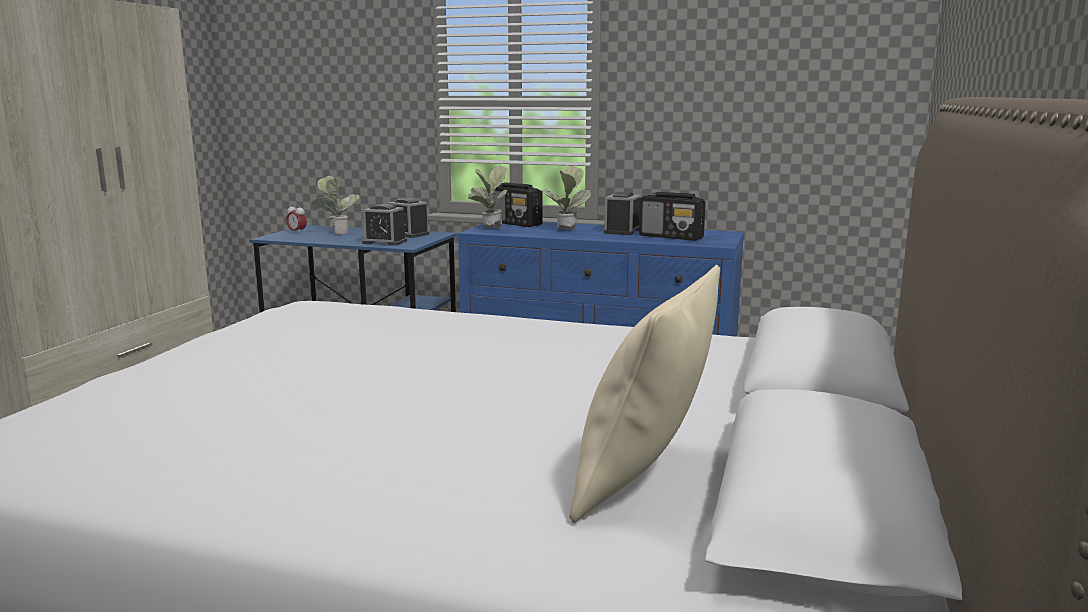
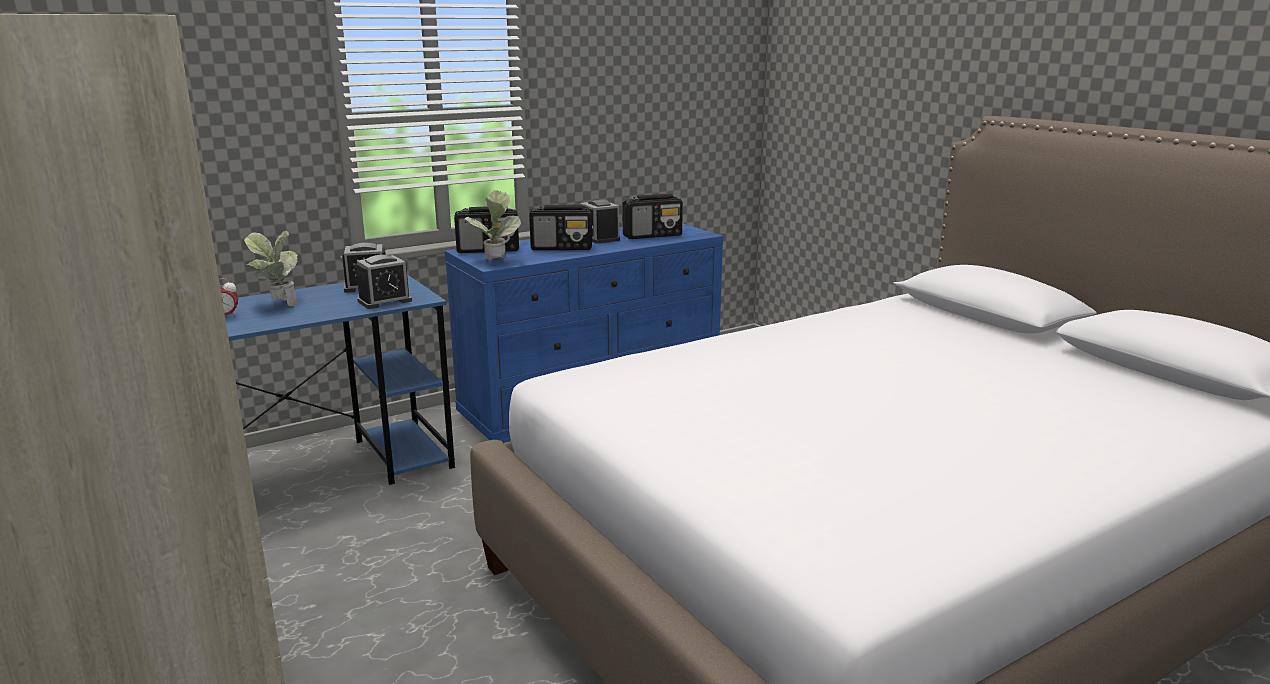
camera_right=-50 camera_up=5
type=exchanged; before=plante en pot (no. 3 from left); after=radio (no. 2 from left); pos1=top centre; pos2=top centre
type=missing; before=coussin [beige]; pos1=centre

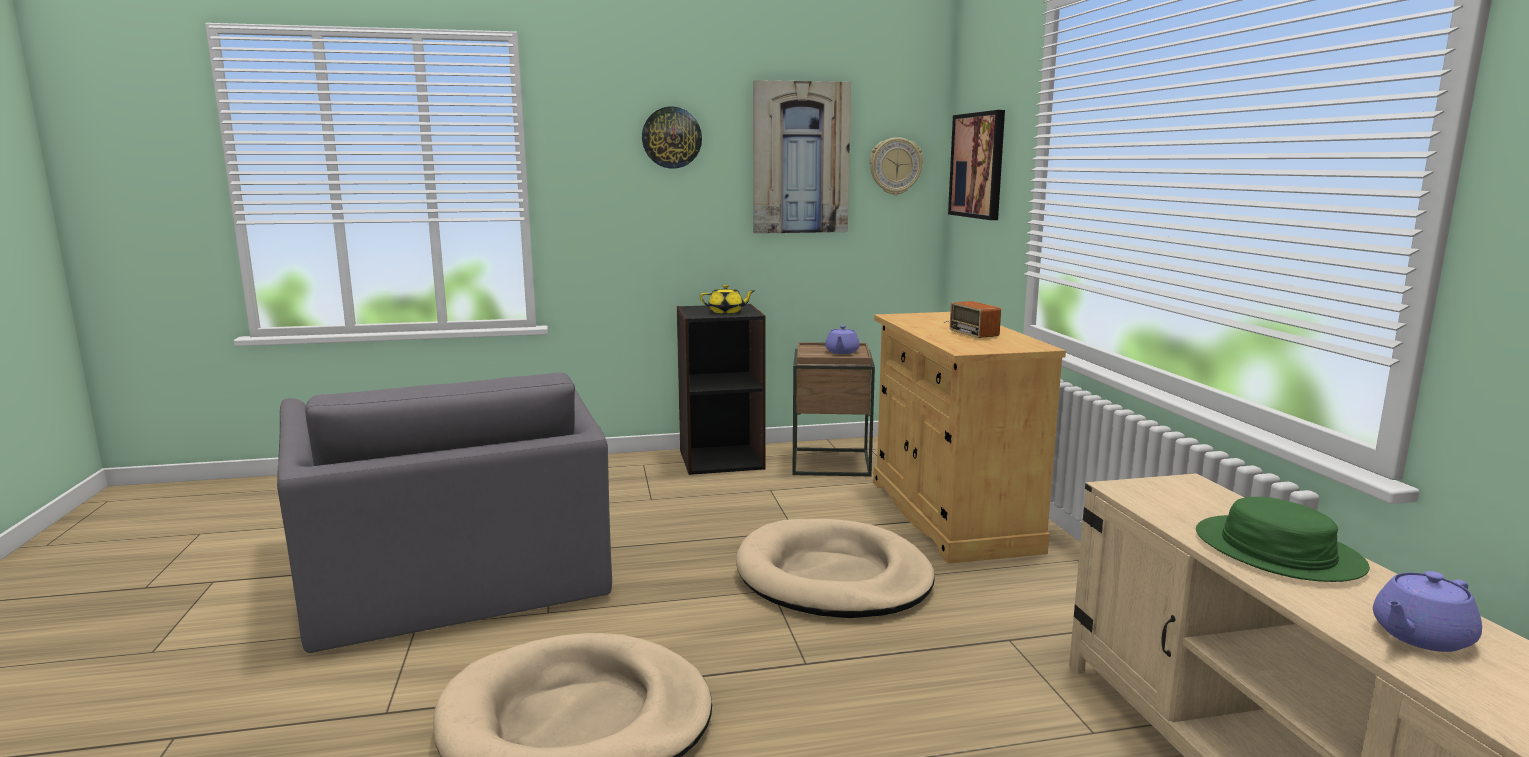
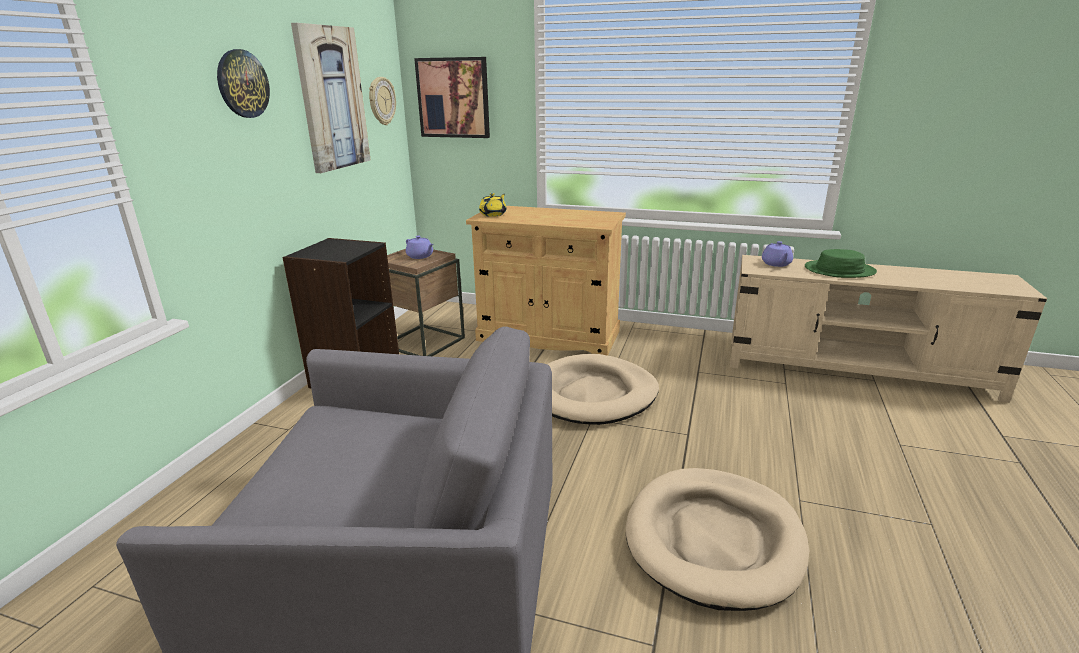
camera_right=-60 camera_up=10
type=relocated; before=théière [jaune]; pos1=centre; pos2=top centre
type=missing; before=radio; pos1=centre
type=relocated; before=théière [violet] (no. 2 from left); pos1=bottom right; pos2=middle right

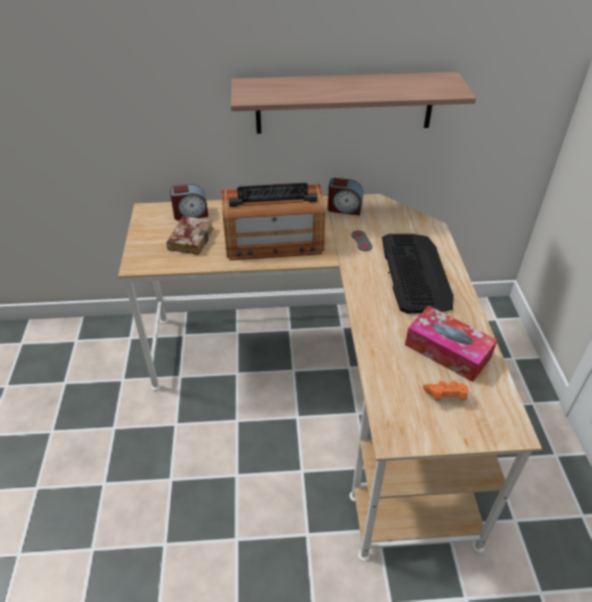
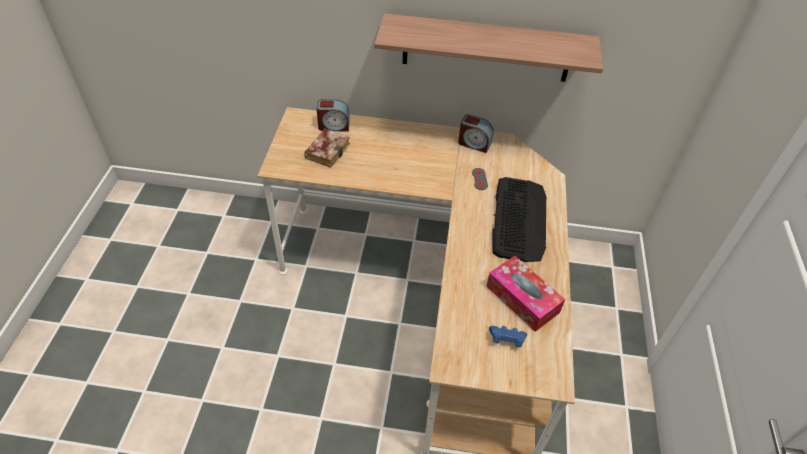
camera_right=10 camera_up=5
type=missing; before=radio; pos1=centre
type=colour; before=manette [orange]; after=manette [bleu]; pos1=middle right; pos2=bottom centre

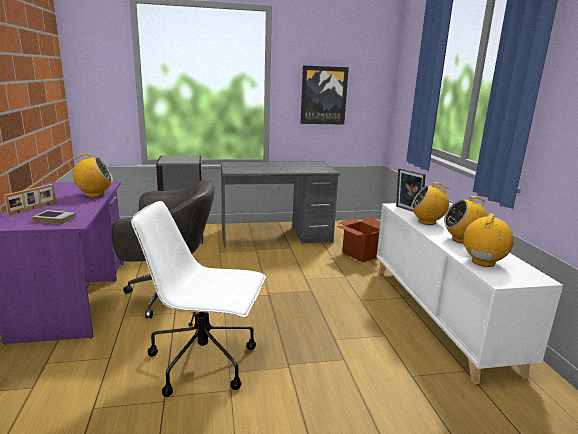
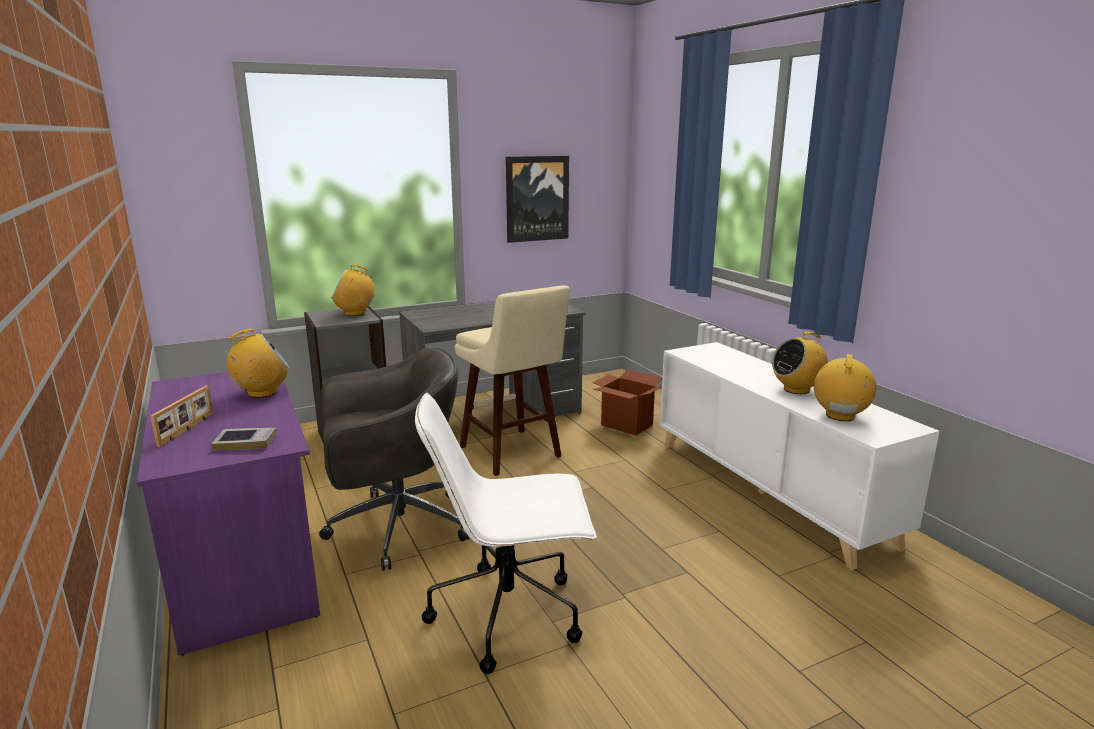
camera_right=-15 camera_up=0
type=missing; before=cadre photo (no. 2 from left); pos1=middle right
type=relocated; before=radio (no. 2 from left); pos1=middle right; pos2=middle left
type=appeared; after=tabouret [beige]; pos2=centre

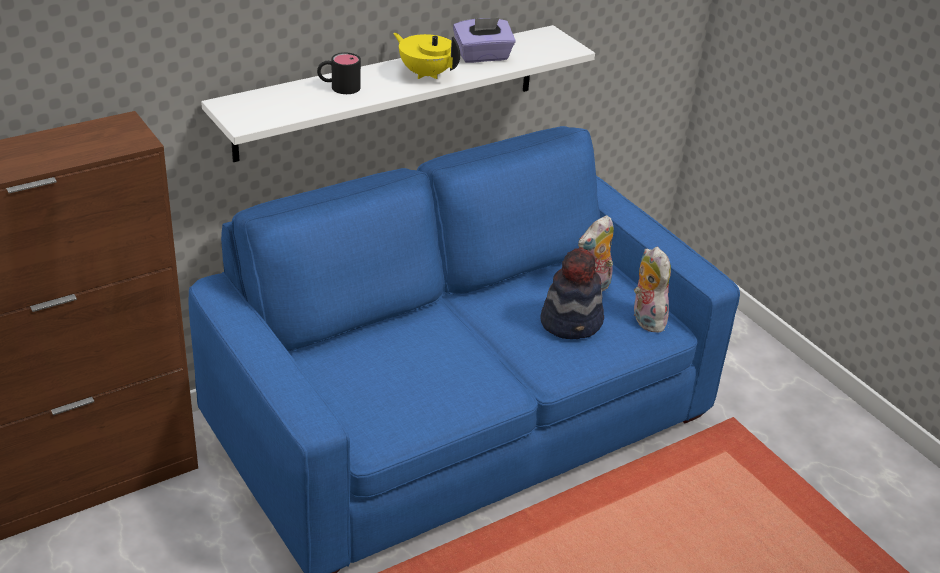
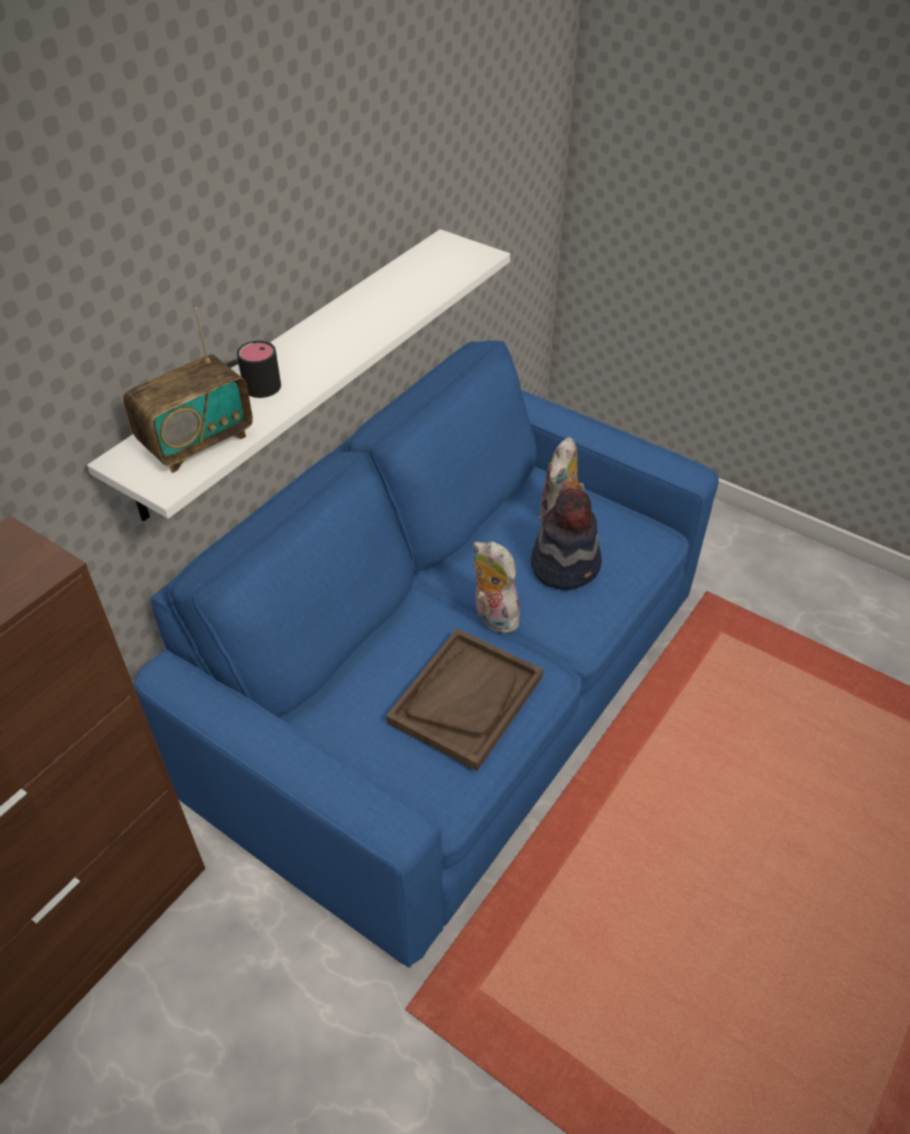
camera_right=-20 camera_up=10
type=missing; before=théière [jaune]; pos1=top centre
type=missing; before=boîte à mouchoirs [violet]; pos1=top centre
type=relocated; before=peluche (no. 2 from left in the first image); after=peluche (no. 1 from left); pos1=middle right; pos2=centre
type=appeared; after=radio; pos2=middle left
type=appeared; after=plateau [marron]; pos2=centre

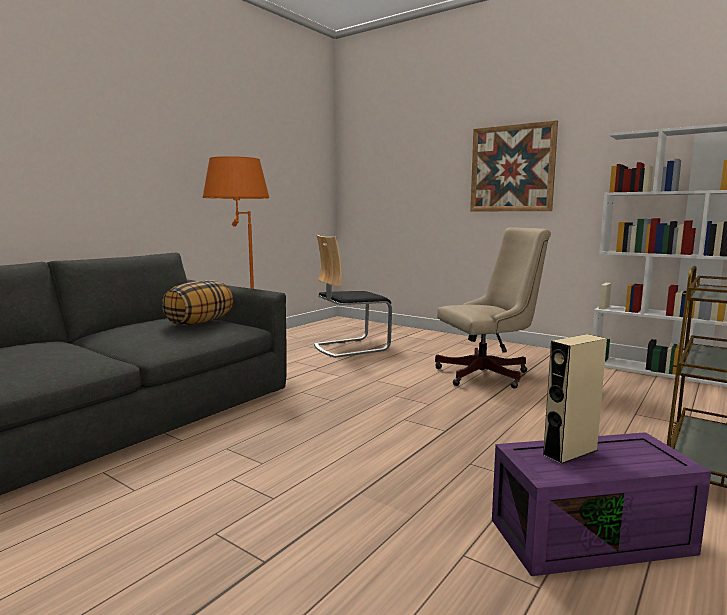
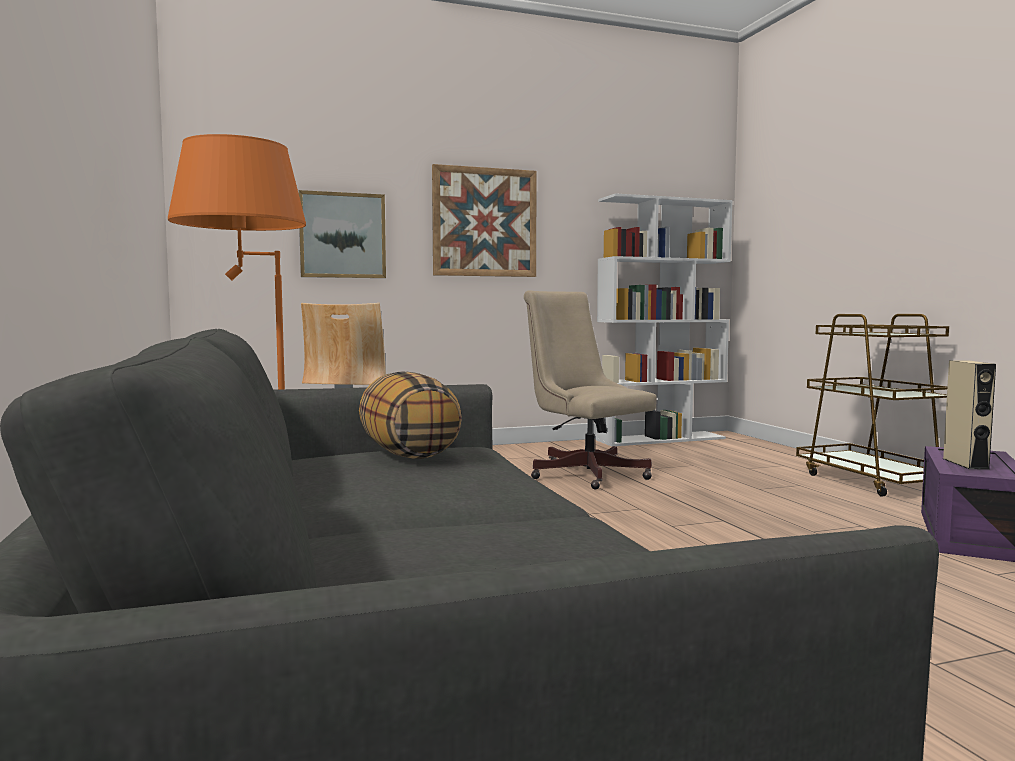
camera_right=-55 camera_up=-5
type=spun; before=chaise de bureau [beige]; pos1=middle right; pos2=centre; turn=-60
type=appeared; after=tableau (no. 1 from left); pos2=top centre

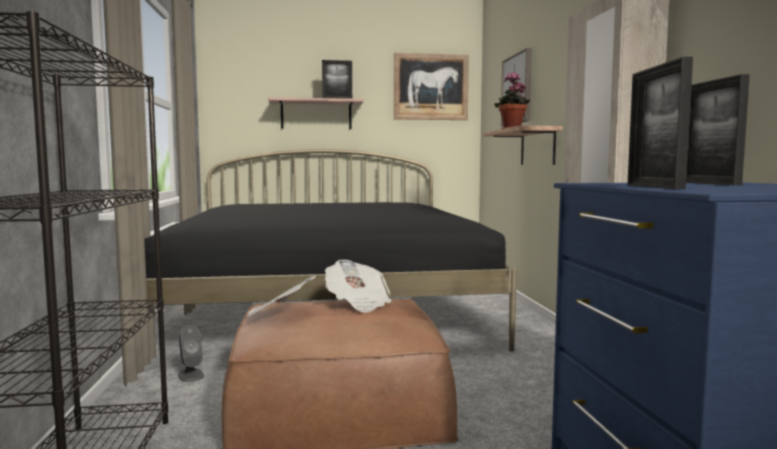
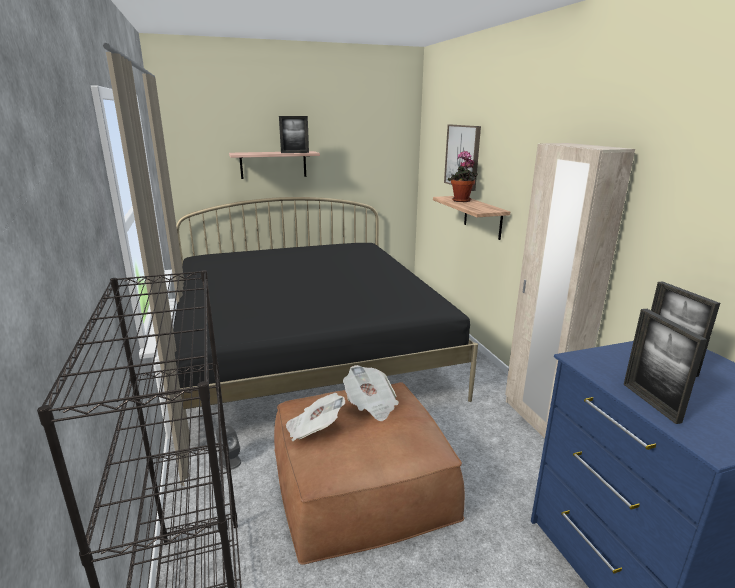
camera_right=-10 camera_up=15
type=missing; before=tableau (no. 1 from left); pos1=top centre

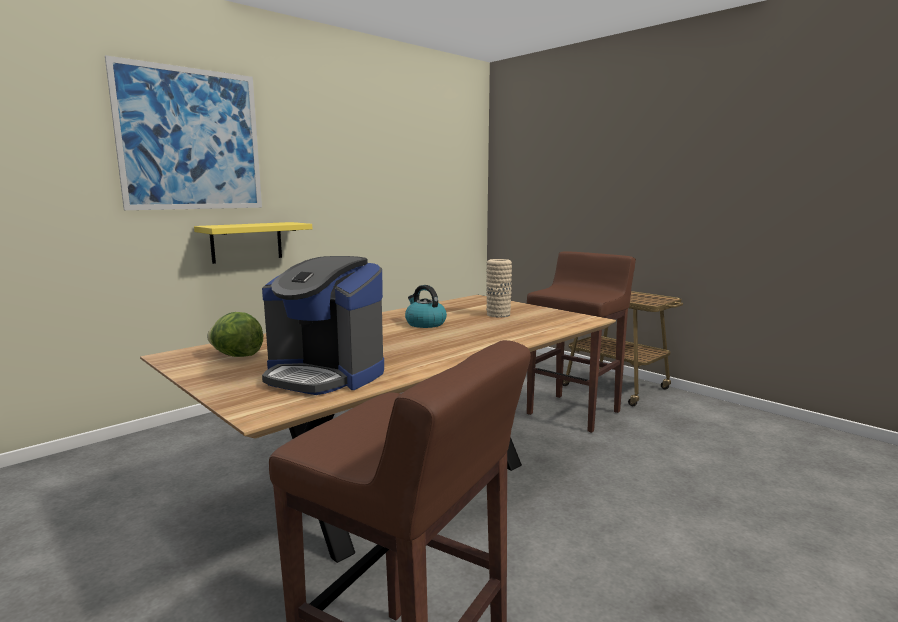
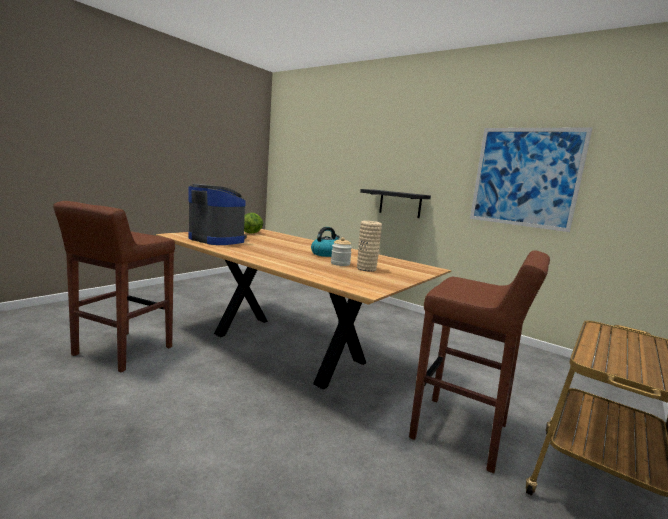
camera_right=80 camera_up=0
type=relocated; before=tableau; pos1=top left; pos2=middle right
type=colour; before=étagère [jaune]; after=étagère [noir]; pos1=middle left; pos2=centre
type=spun; before=machine à café; pos1=centre; pos2=middle left; turn=105
type=appeared; after=bocal; pos2=centre

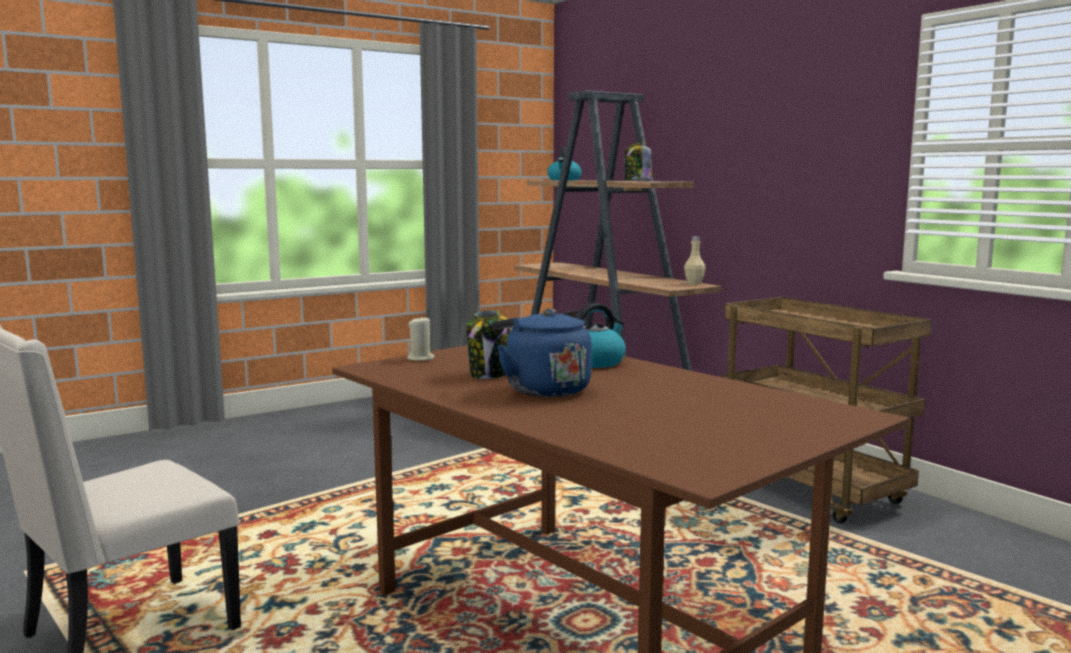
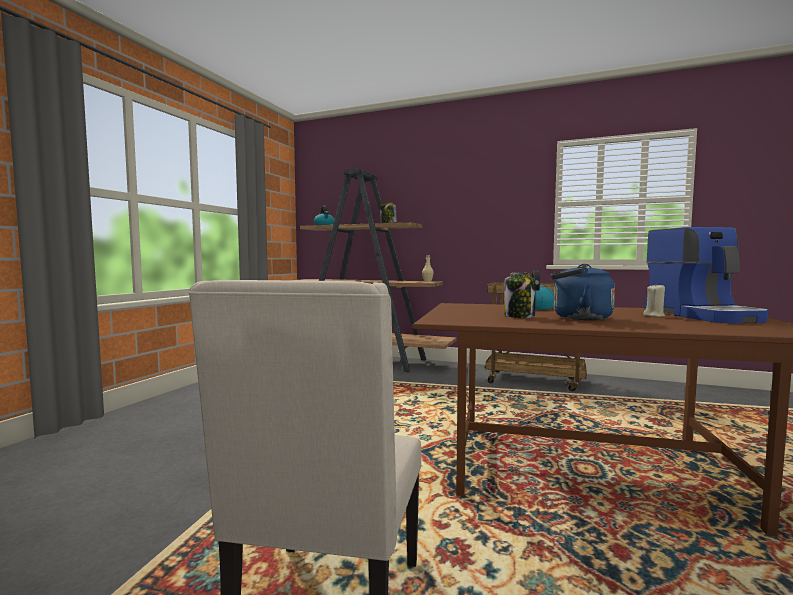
camera_right=-35 camera_up=-5
type=relocated; before=bougie [beige]; pos1=centre; pos2=middle right
type=appeared; after=machine à café; pos2=middle right

